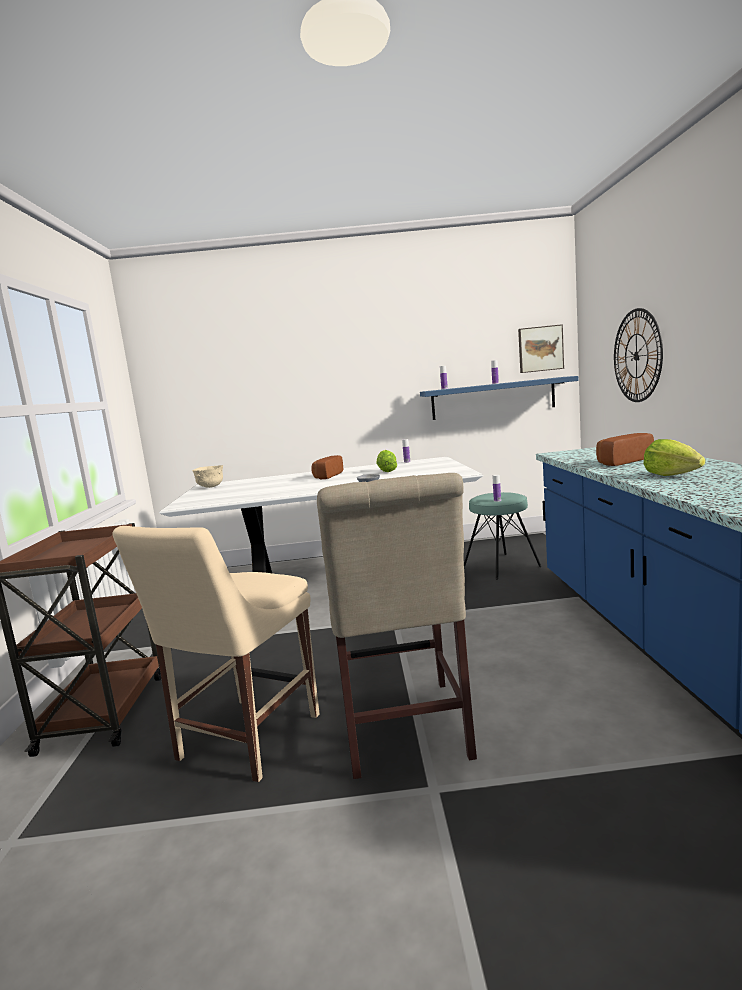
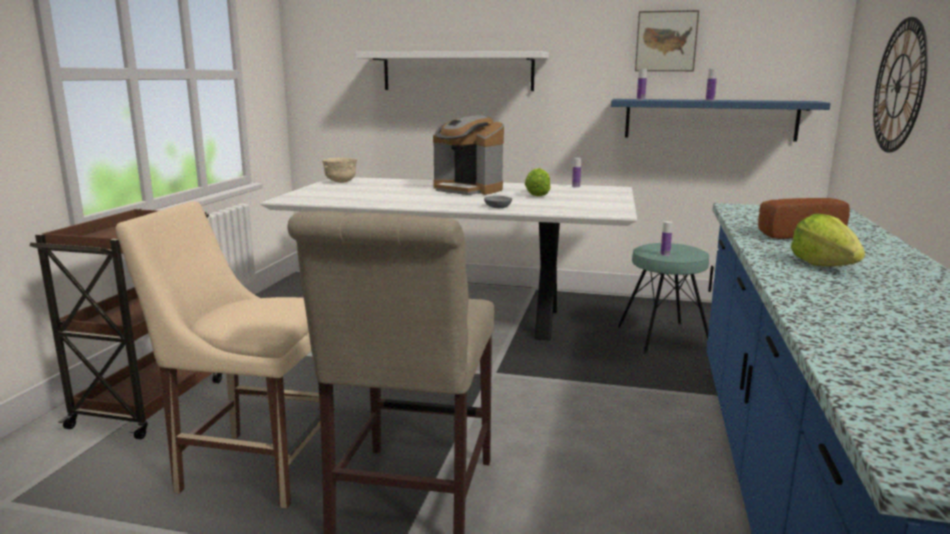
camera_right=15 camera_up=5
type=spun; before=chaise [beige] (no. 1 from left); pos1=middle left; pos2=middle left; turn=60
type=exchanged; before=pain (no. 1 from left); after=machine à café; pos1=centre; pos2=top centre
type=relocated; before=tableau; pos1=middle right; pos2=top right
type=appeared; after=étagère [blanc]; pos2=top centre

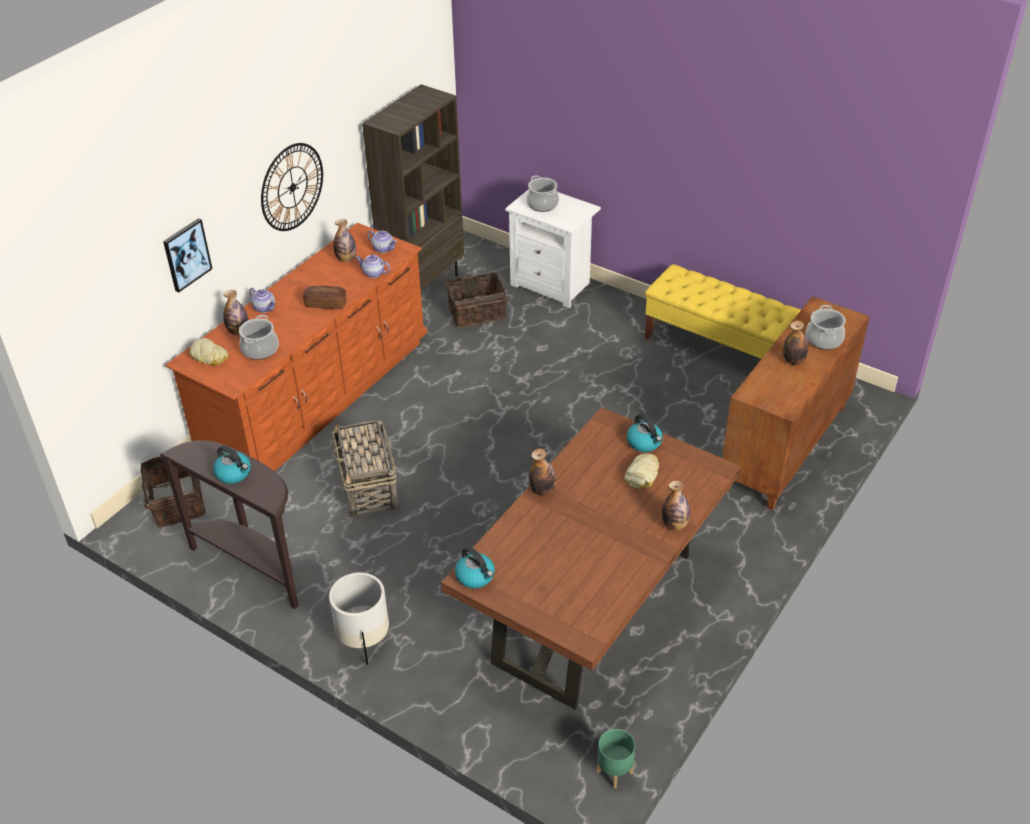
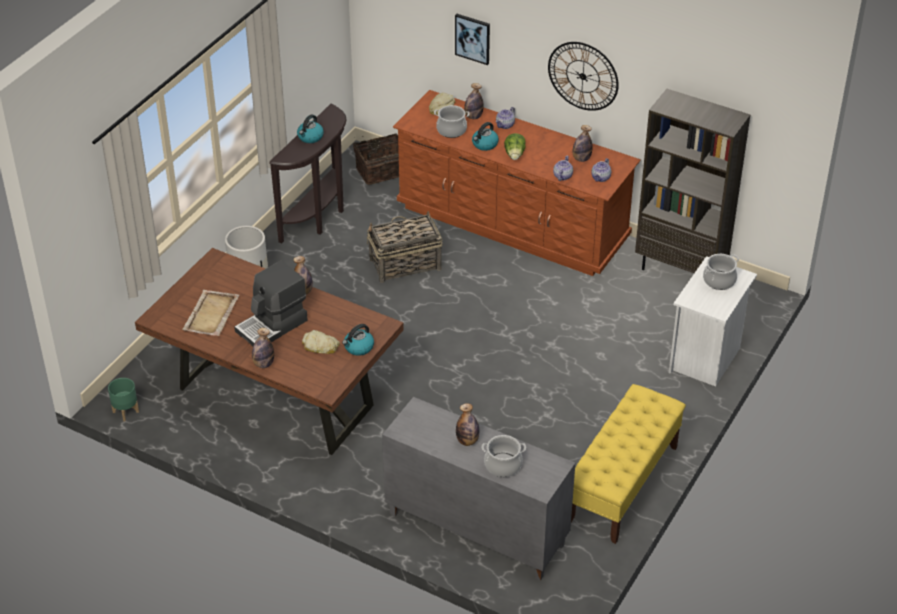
camera_right=85 camera_up=0
type=exchanged; before=pain (no. 2 from left); after=laitue; pos1=middle left; pos2=top centre
type=missing; before=panier (no. 3 from left); pos1=centre
type=relocated; before=bouilloire (no. 2 from left in the first image); after=bouilloire (no. 3 from left); pos1=bottom centre; pos2=top centre
type=colour; before=meuble de rangement [marron]; after=meuble de rangement [gris]; pos1=middle right; pos2=bottom centre
type=appeared; after=plateau [beige]; pos2=middle left
type=appeared; after=machine à café; pos2=middle left

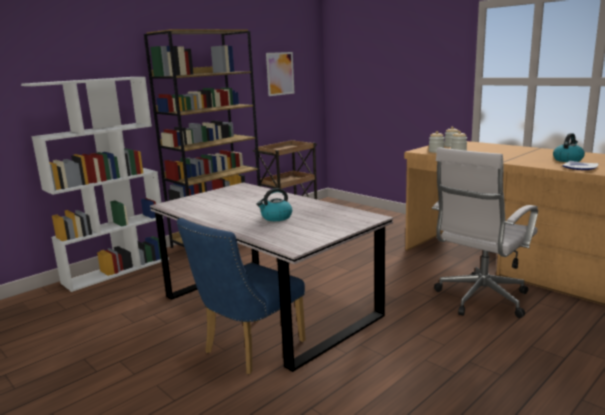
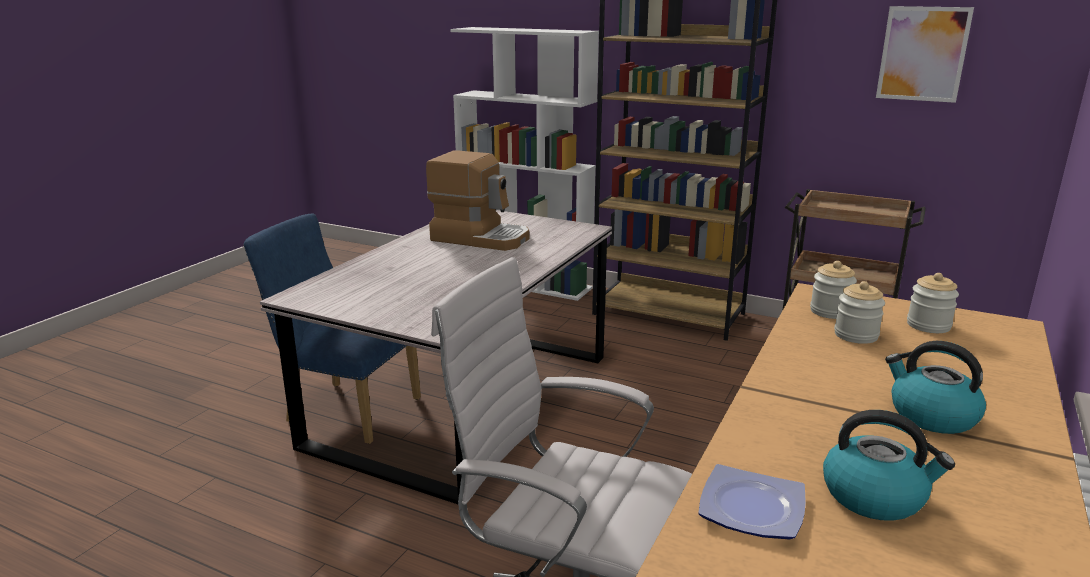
camera_right=70 camera_up=5
type=relocated; before=bouilloire (no. 1 from left in the first image); after=bouilloire (no. 2 from left); pos1=centre; pos2=bottom right
type=appeared; after=machine à café; pos2=centre

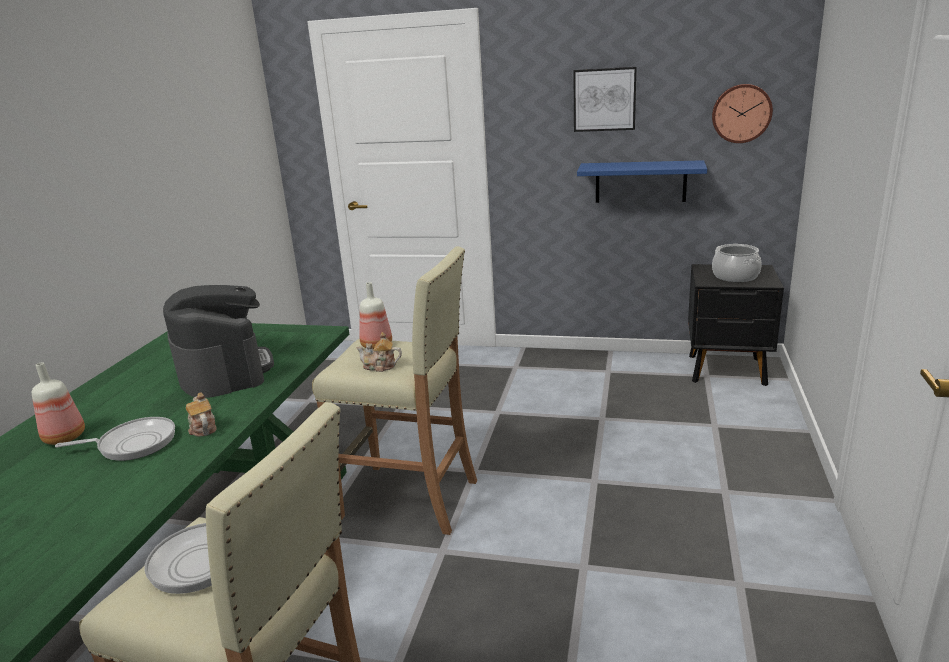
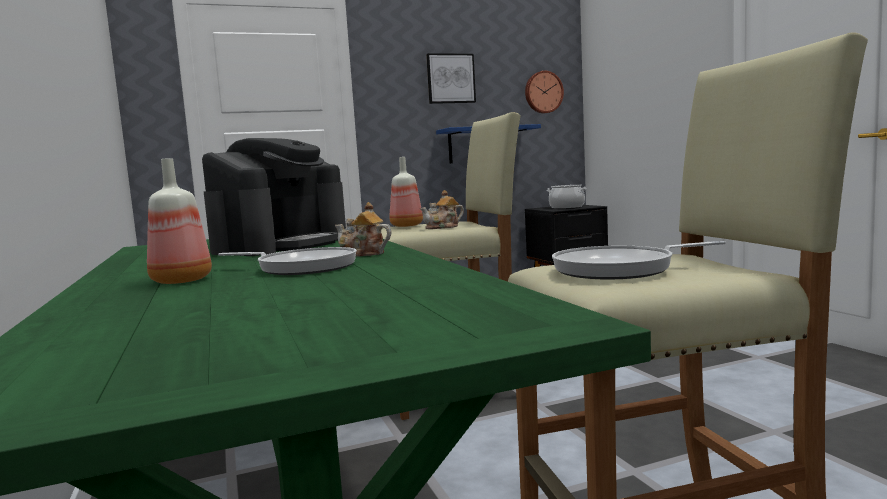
camera_right=-35 camera_up=-15
type=spun; before=poêle (no. 1 from left); pos1=middle left; pos2=middle left; turn=60
type=spun; before=machine à café; pos1=middle left; pos2=middle left; turn=90

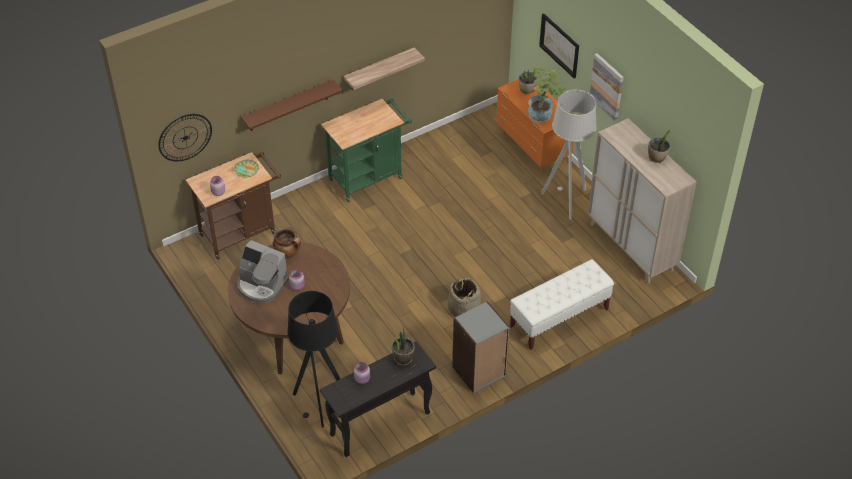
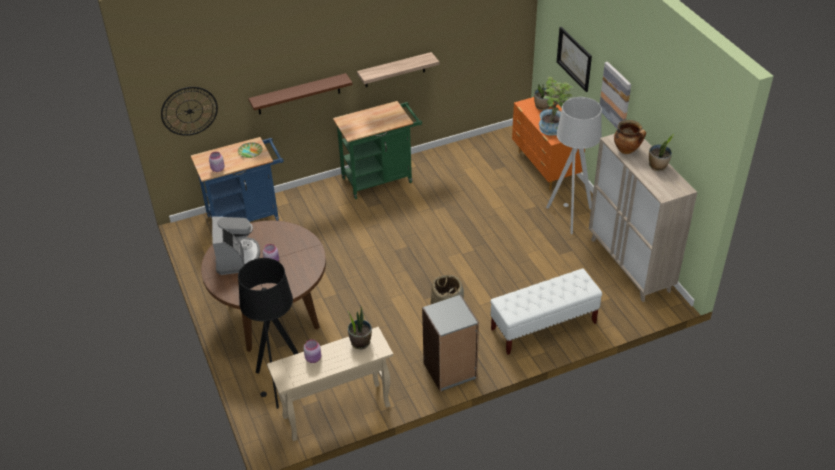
camera_right=10 camera_up=-5
type=colour; before=chariot [marron]; after=chariot [bleu]; pos1=middle left; pos2=middle left
type=spun; before=machine à café; pos1=middle left; pos2=middle left; turn=-135
type=relocated; before=marmite; pos1=centre; pos2=top right
type=colour; before=table console [noir]; after=table console [beige]; pos1=bottom centre; pos2=bottom centre

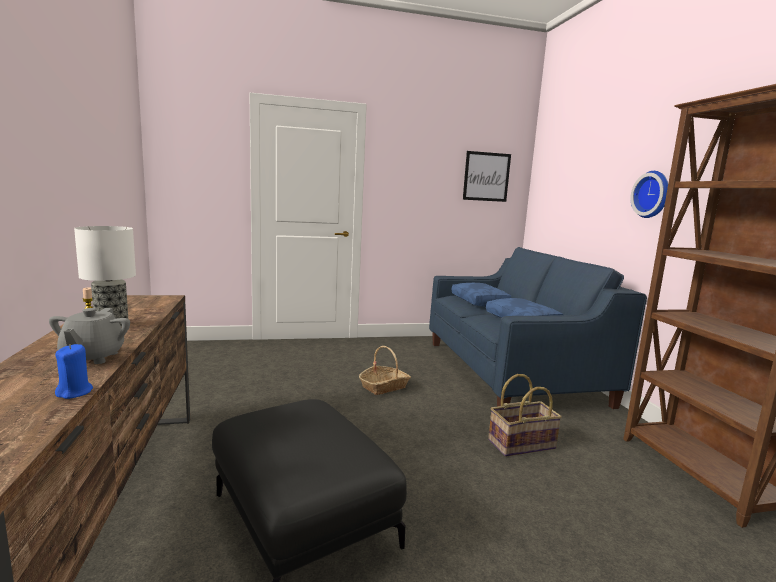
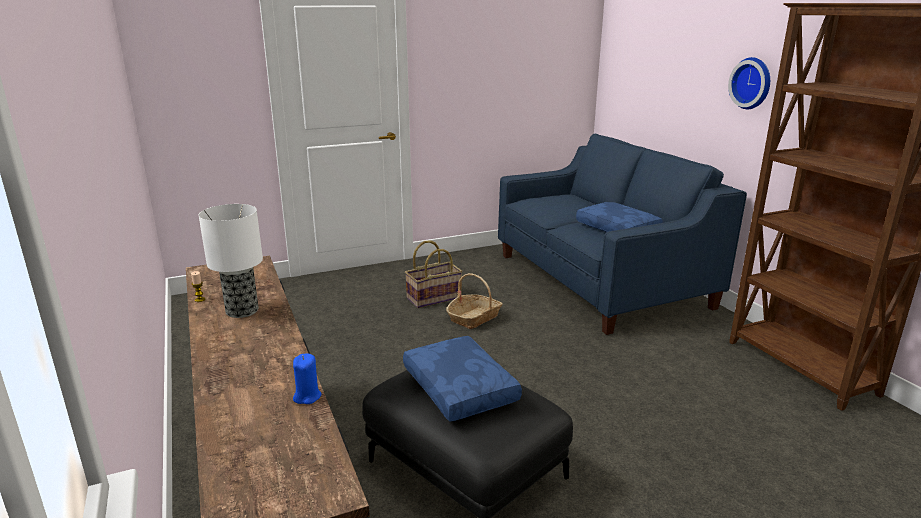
camera_right=-10 camera_up=10
type=missing; before=théière [gris]; pos1=middle left
type=relocated; before=coussin [bleu] (no. 1 from left); pos1=centre; pos2=bottom centre
type=missing; before=tableau; pos1=top centre
type=relocated; before=panier (no. 2 from left in the first image); after=panier (no. 1 from left); pos1=bottom right; pos2=centre

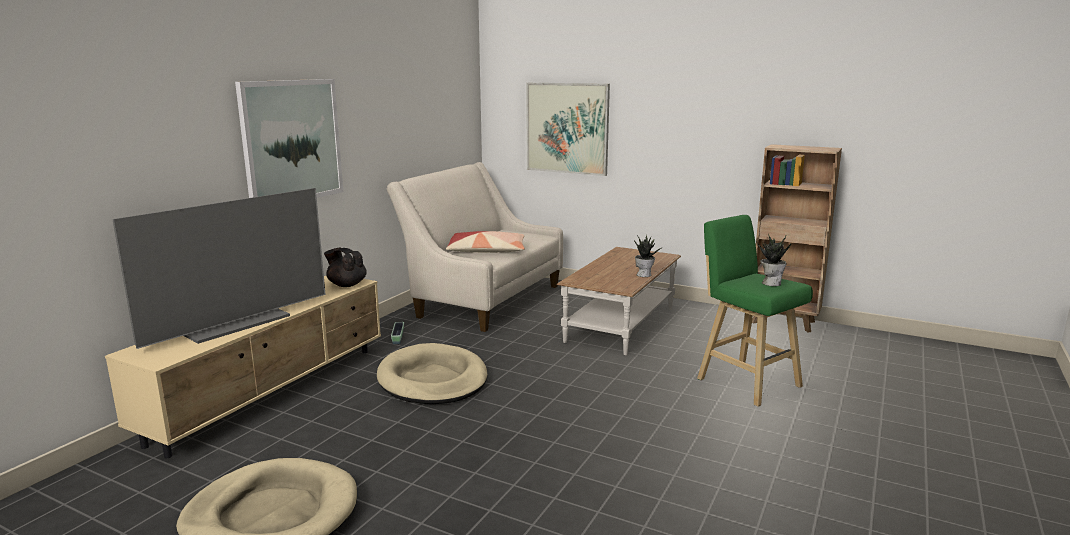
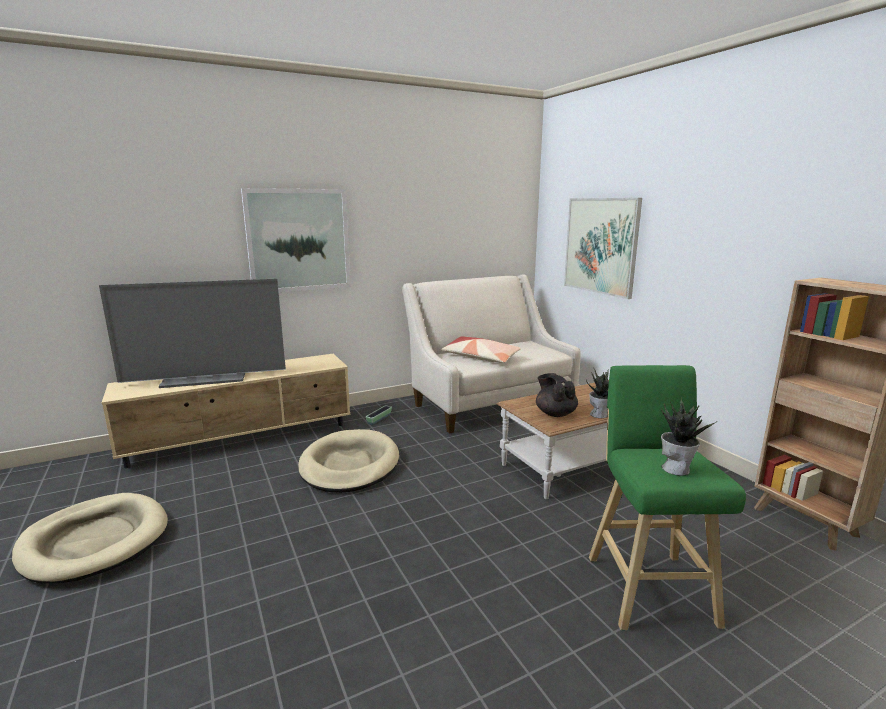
camera_right=35 camera_up=0
type=relocated; before=théière [noir]; pos1=middle left; pos2=centre

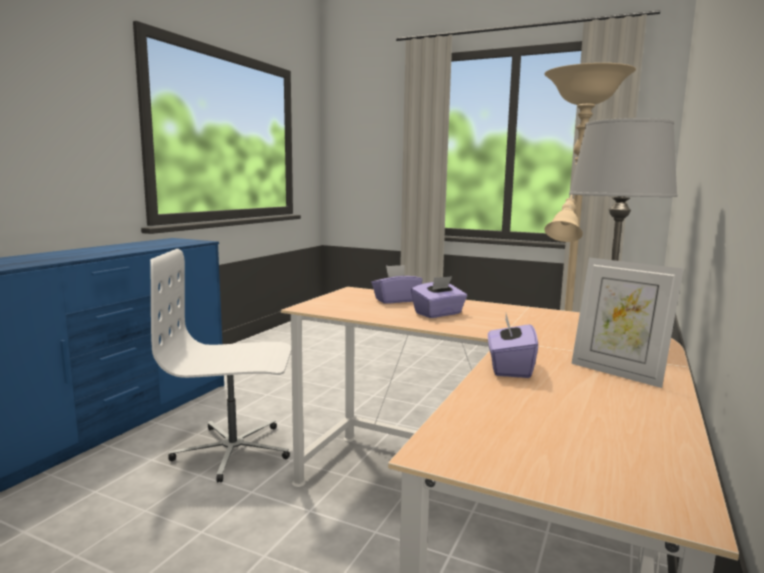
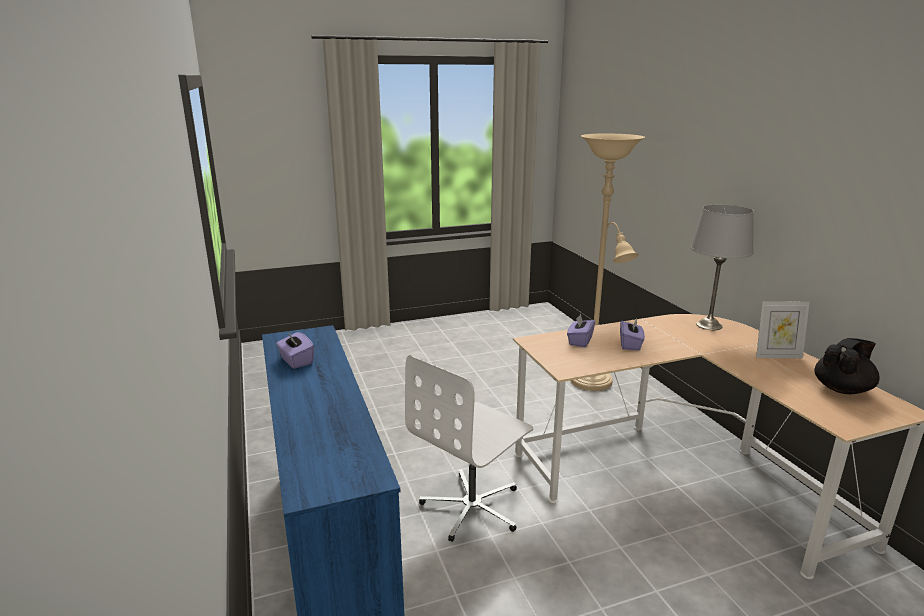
camera_right=-45 camera_up=10
type=relocated; before=boîte à mouchoirs [violet] (no. 3 from left in the first image); after=boîte à mouchoirs [violet] (no. 1 from left); pos1=middle right; pos2=middle left
type=appeared; after=théière [noir]; pos2=middle right

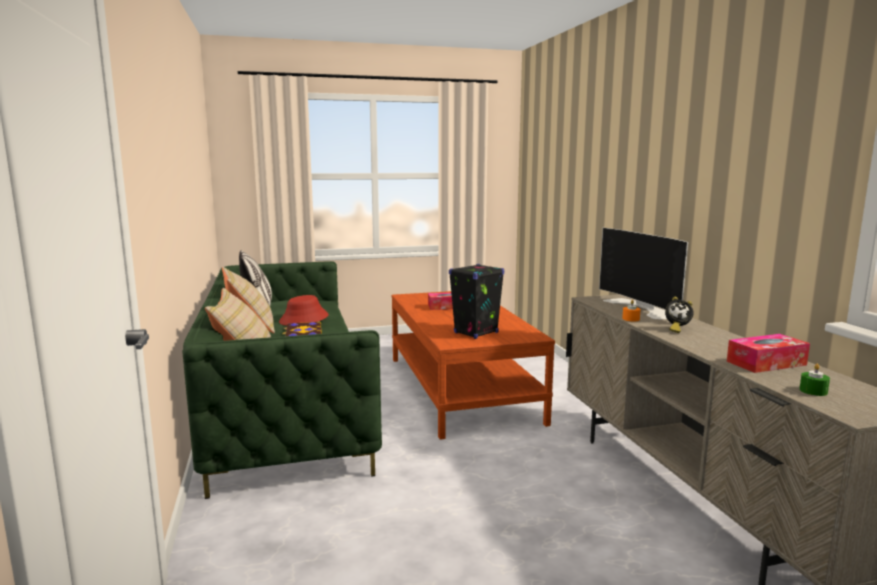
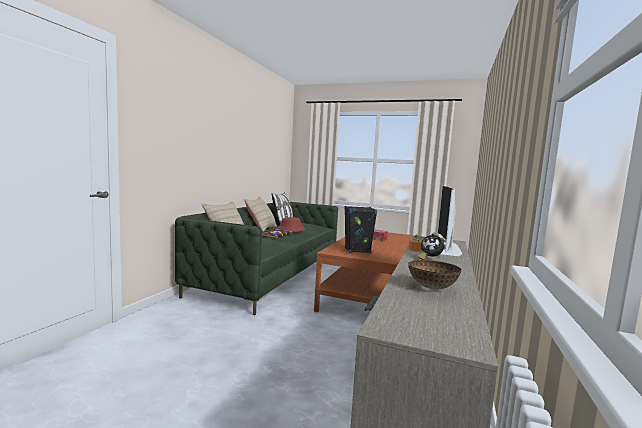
camera_right=35 camera_up=-5
type=exchanged; before=boîte à mouchoirs (no. 2 from left); after=bol; pos1=middle right; pos2=middle right
type=missing; before=bougie [vert]; pos1=middle right

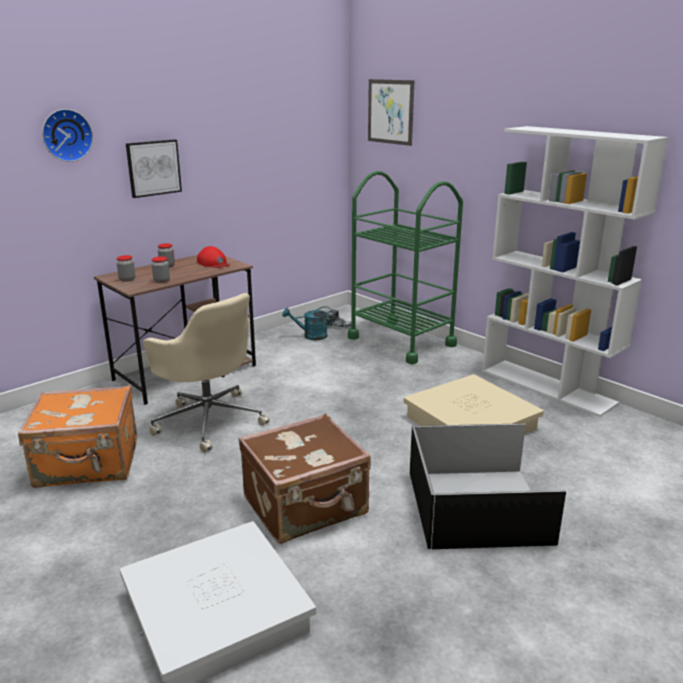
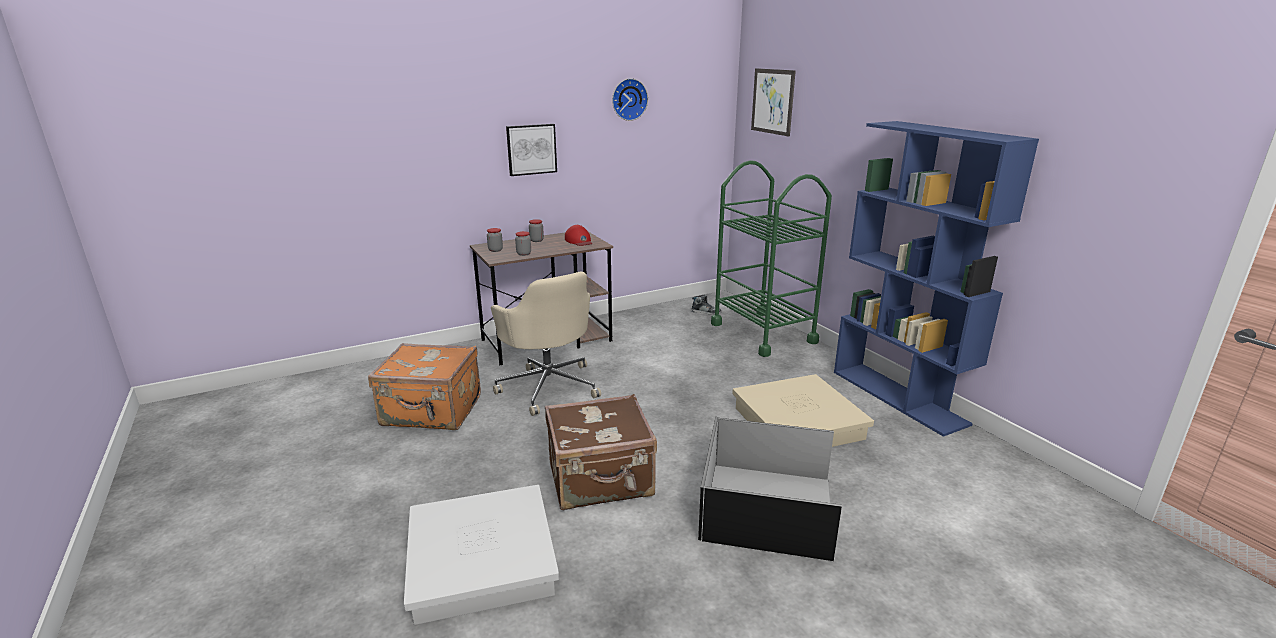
camera_right=15 camera_up=0
type=relocated; before=horloge murale; pos1=top left; pos2=top centre
type=missing; before=arrosoir [turquoise]; pos1=centre
type=colour; before=bibliothèque [blanc]; after=bibliothèque [bleu]; pos1=middle right; pos2=middle right

